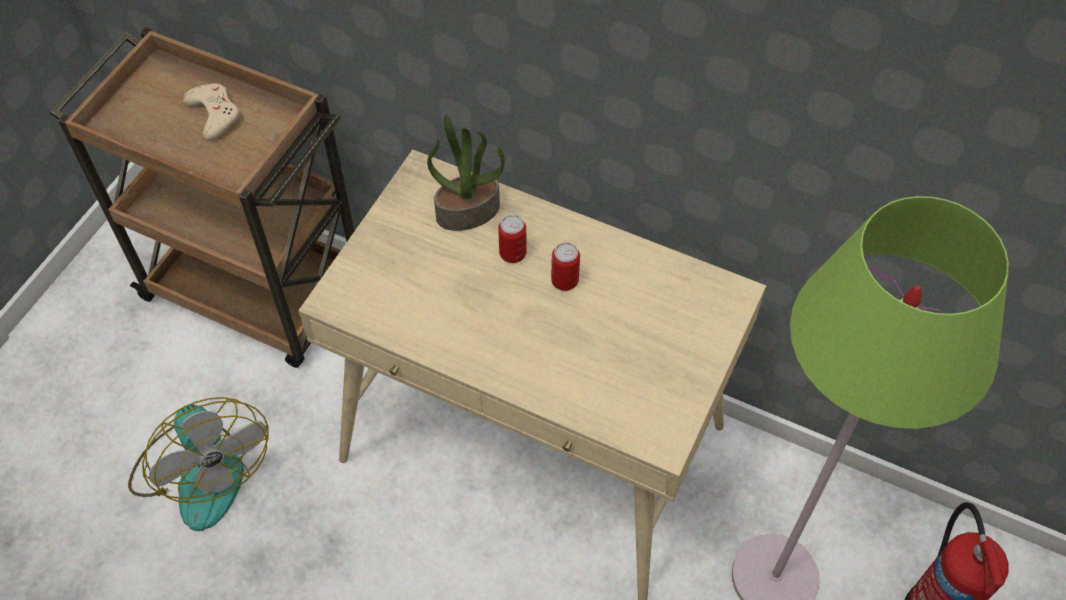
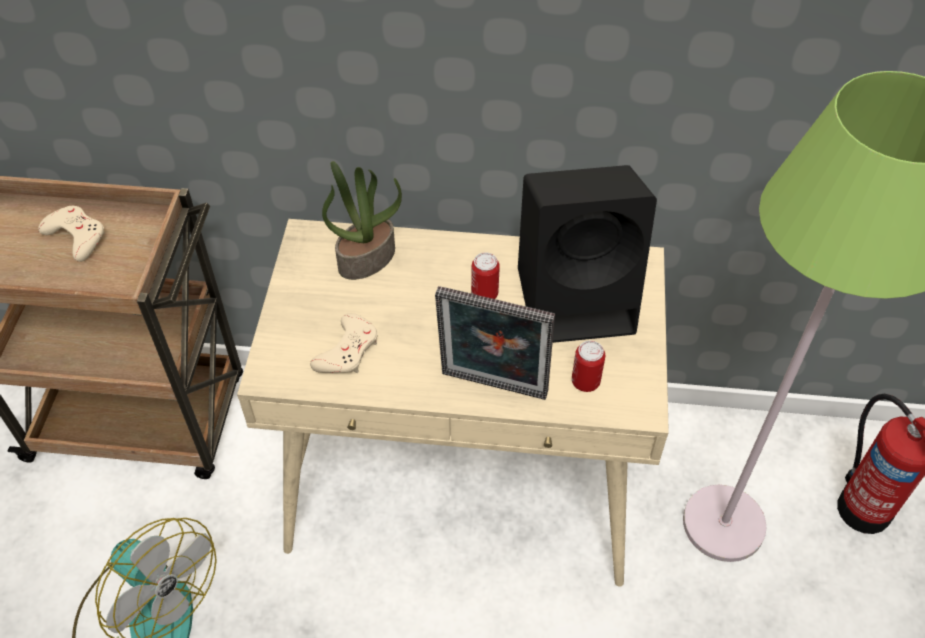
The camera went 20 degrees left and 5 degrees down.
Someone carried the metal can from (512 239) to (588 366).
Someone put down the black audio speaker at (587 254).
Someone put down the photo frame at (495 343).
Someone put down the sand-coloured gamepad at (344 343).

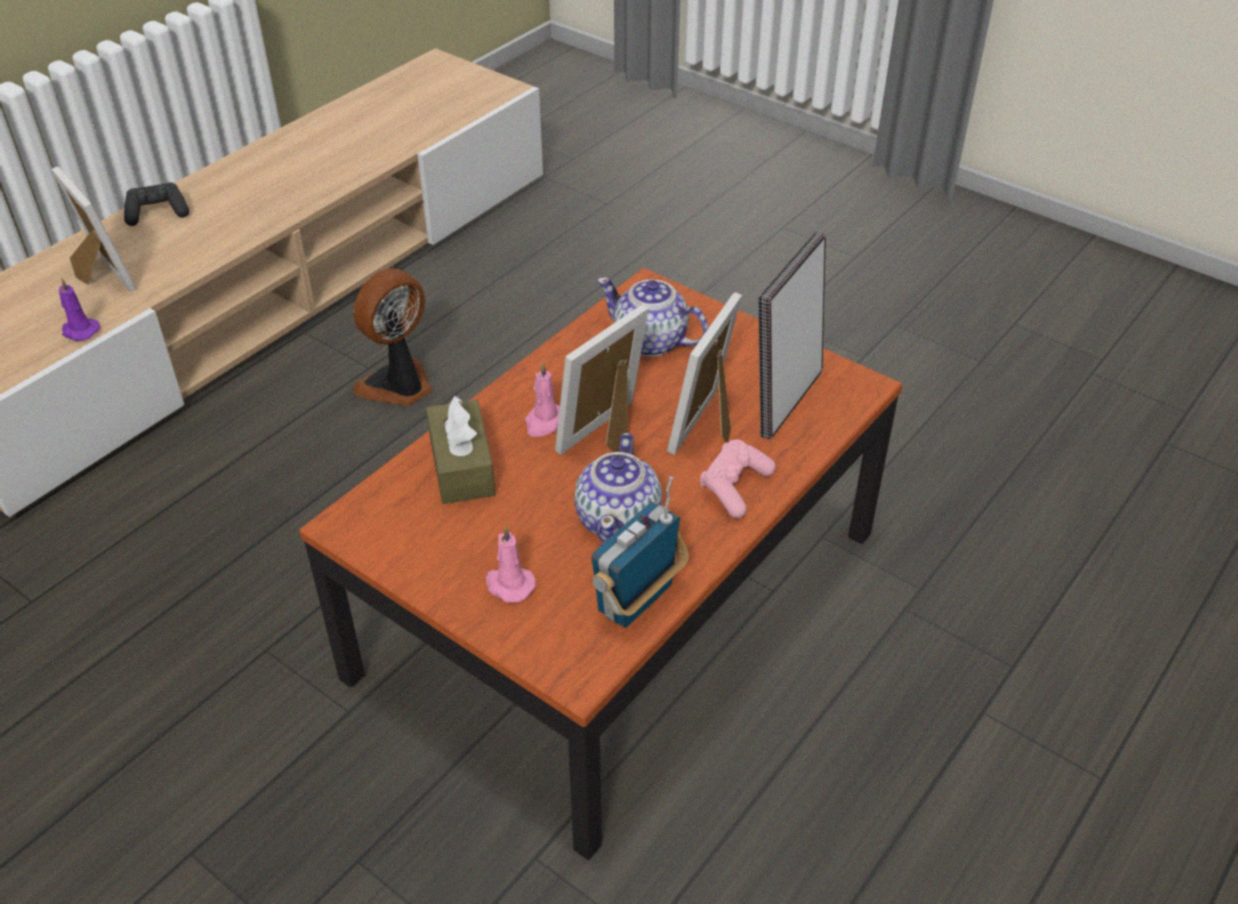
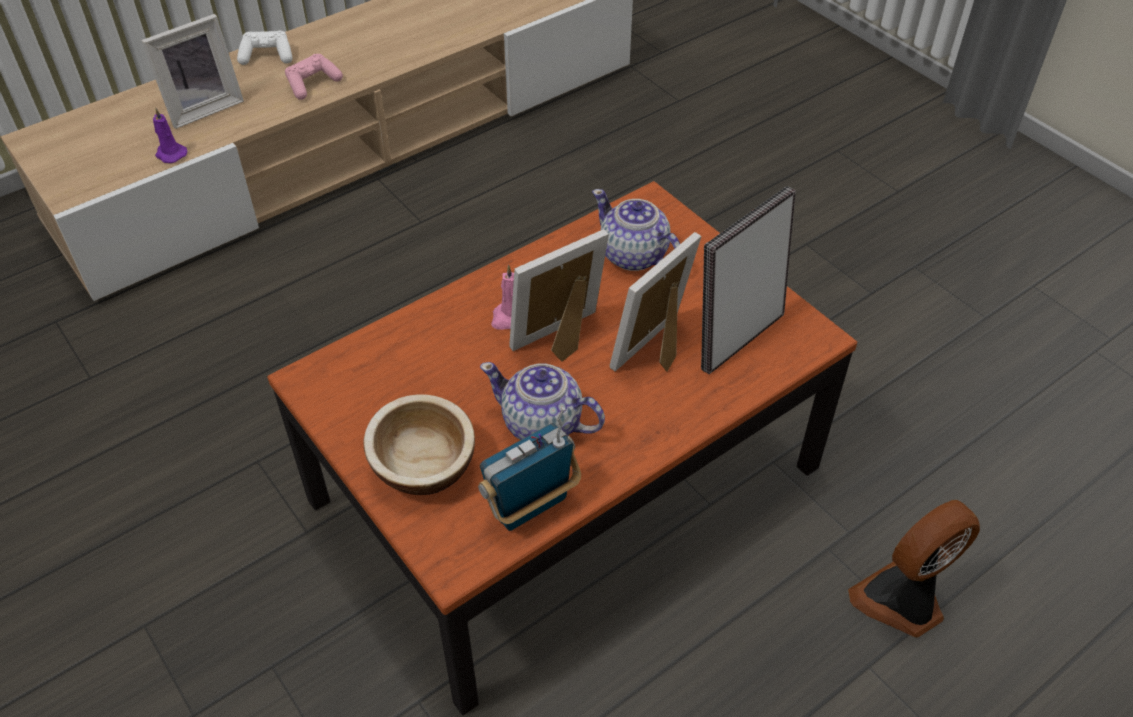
The camera went 15 degrees right and 5 degrees up.
Someone rotated the photo frame at (93 229) by 75 degrees clockwise.
Someone repainted the black gamepad at (156 204), which became the white gamepad at (265 48).
Someone carried the cooling fan from (392 337) to (914 569).
Someone took away the brown-coloured box of tissues at (461 449).
Someone rotated the teapot at (618 488) by 90 degrees clockwise.
Someone carried the pink gamepad from (738 479) to (314 77).
Someone swapped the pink wax light at (511 564) for the bowl at (419 444).

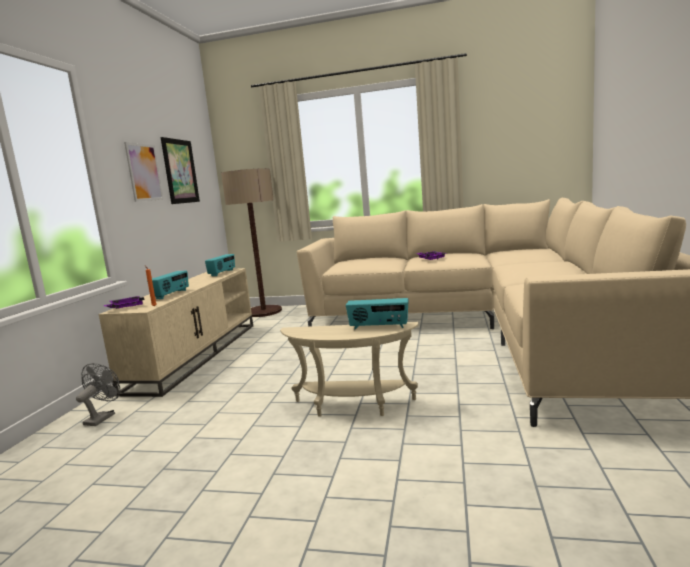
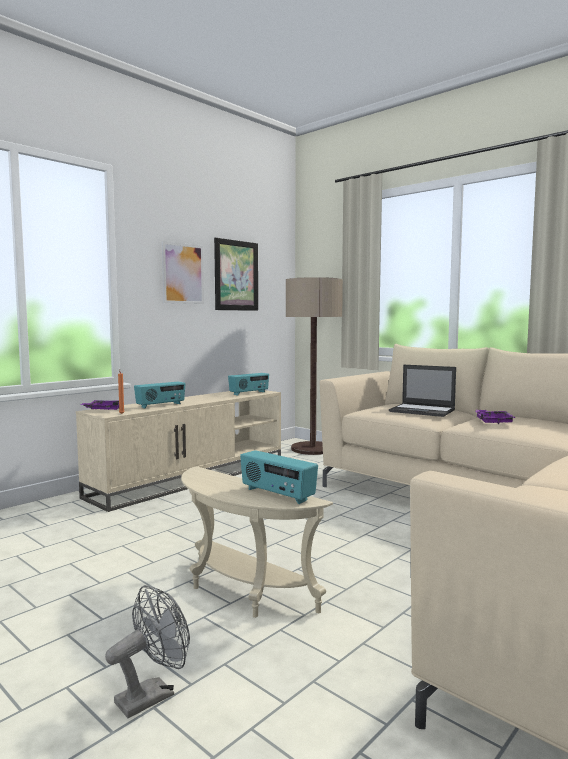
The camera went 30 degrees right and 5 degrees down.
Someone carried the grey cooling fan from (98 394) to (147 651).
Someone put down the laptop at (422 391).

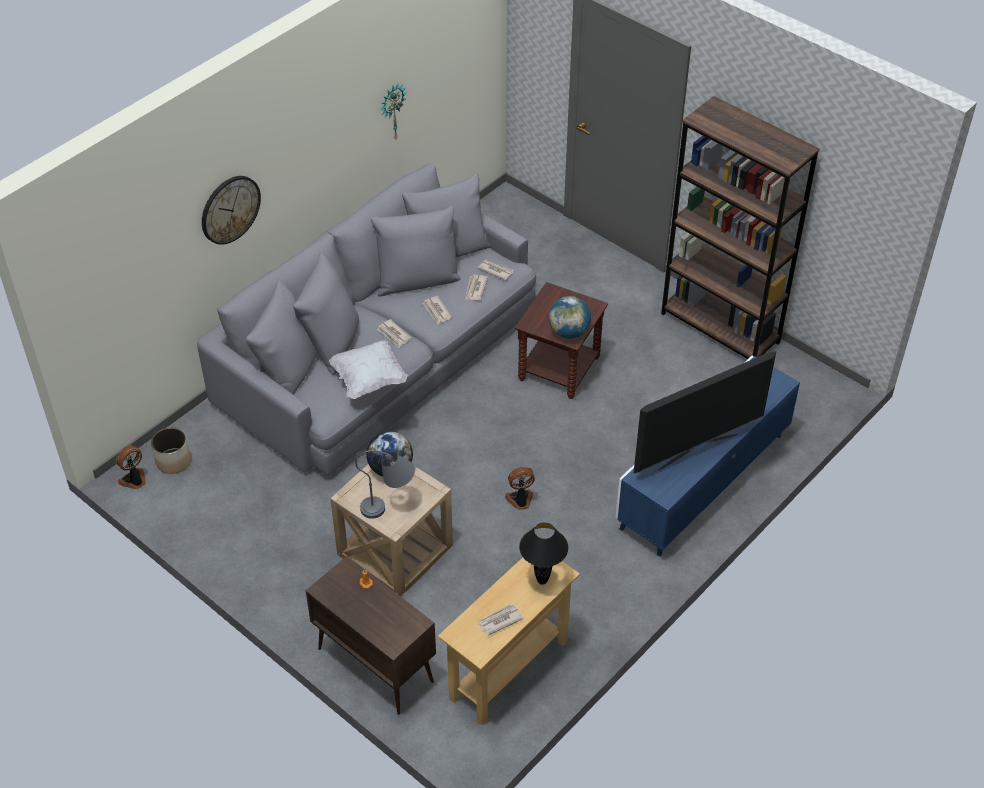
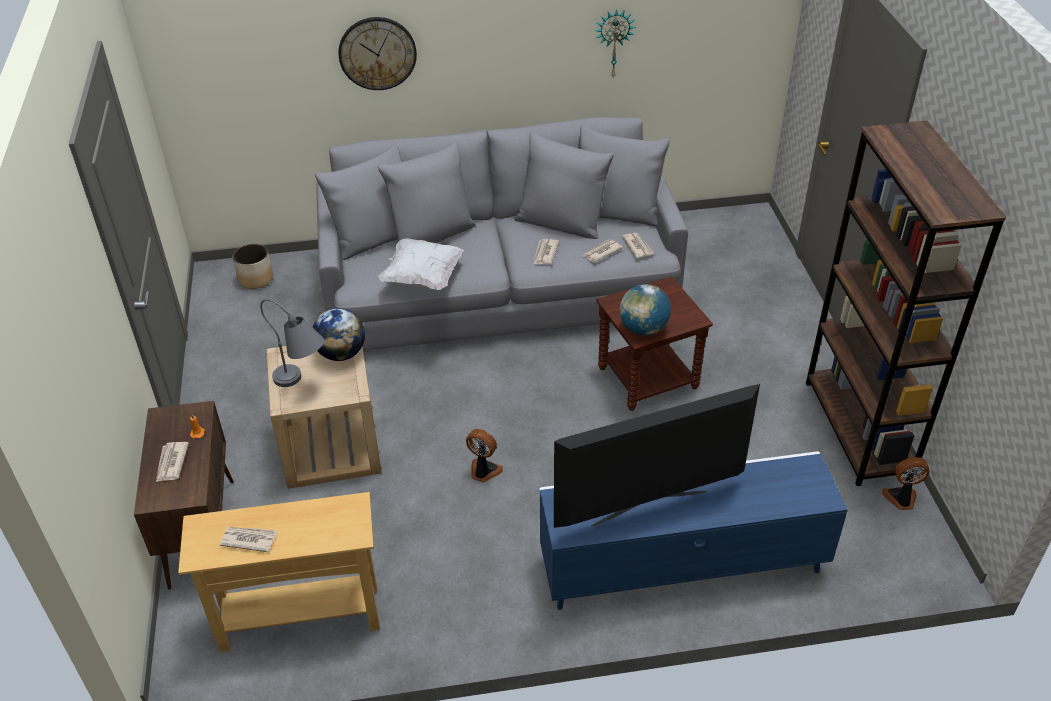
The camera went 40 degrees right and 5 degrees down.
Someone carried the newspaper from (394 333) to (172 462).
Someone rotated the television at (704 412) by 150 degrees clockwise.
Someone carried the cooling fan from (131 467) to (906 483).
Someone took away the black table lamp at (543 554).

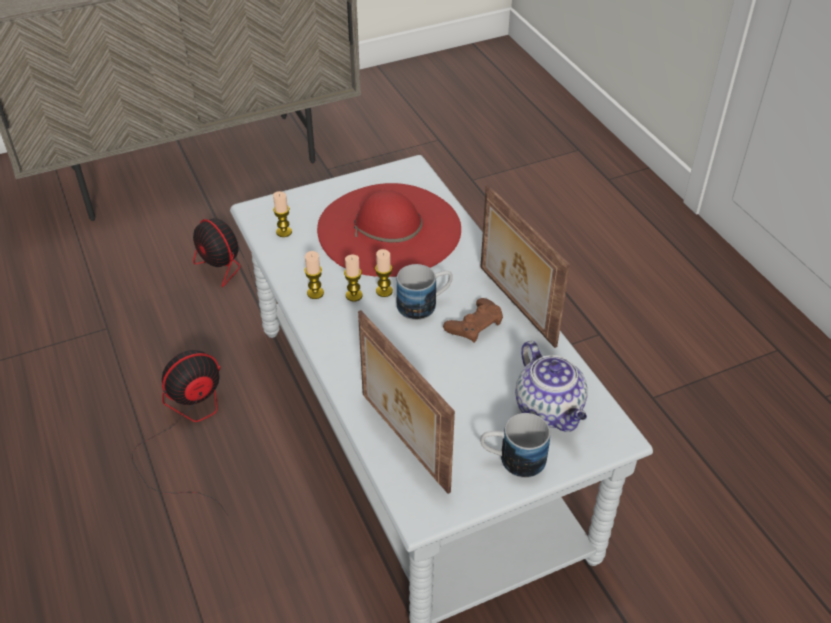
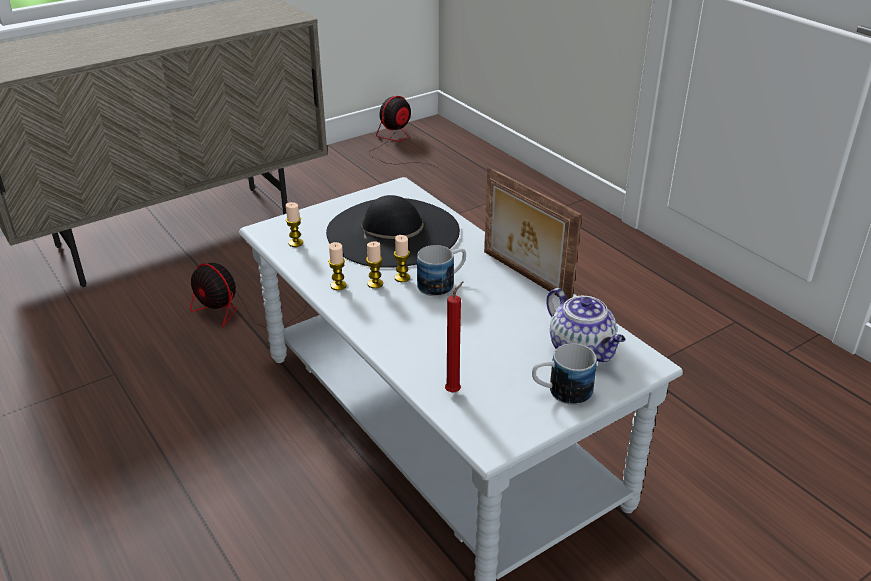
The camera went 10 degrees left and 10 degrees down.
Someone repainted the reddish wearable hat at (389 230), which became the black wearable hat at (393 231).
Someone took away the brown-coloured gamepad at (473 320).
Someone swapped the photo frame at (406 402) for the reddish wax light at (454 336).
Someone carried the cooling fan from (180 433) to (403 132).

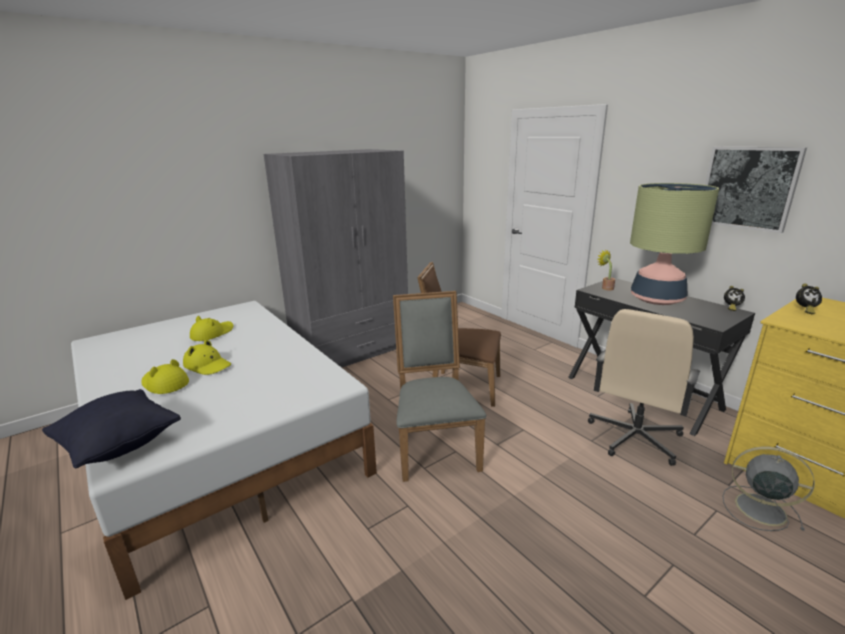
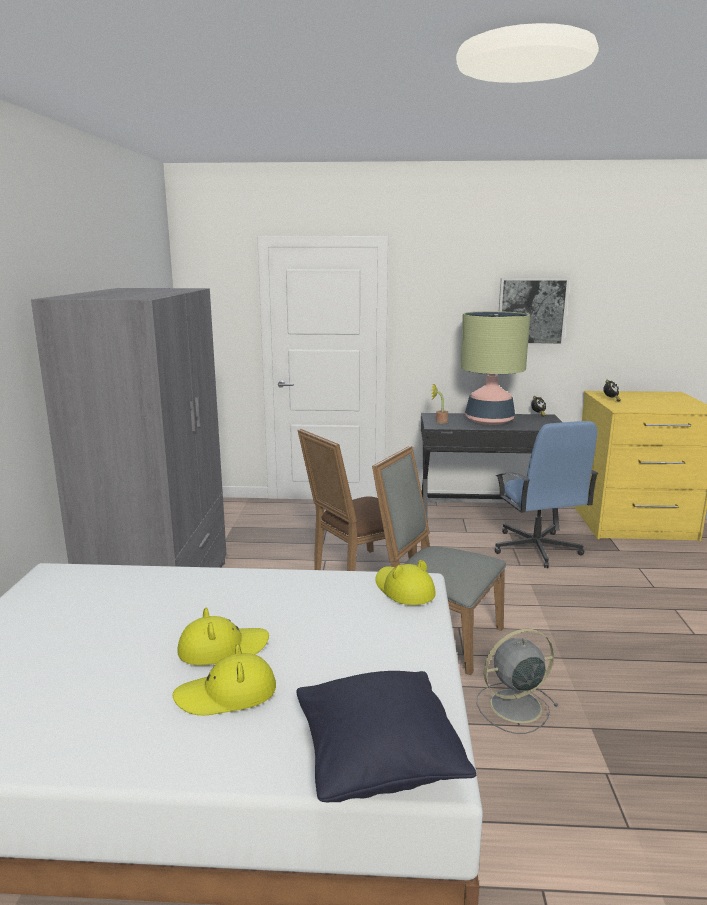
The camera went 50 degrees left and 5 degrees down.
Someone repainted the sand-coloured desk chair at (644 387), which became the blue-coloured desk chair at (547 494).
Someone carried the yellow-coloured wearable hat from (211 328) to (405 582).
Someone carried the grey cooling fan from (769 489) to (518 681).

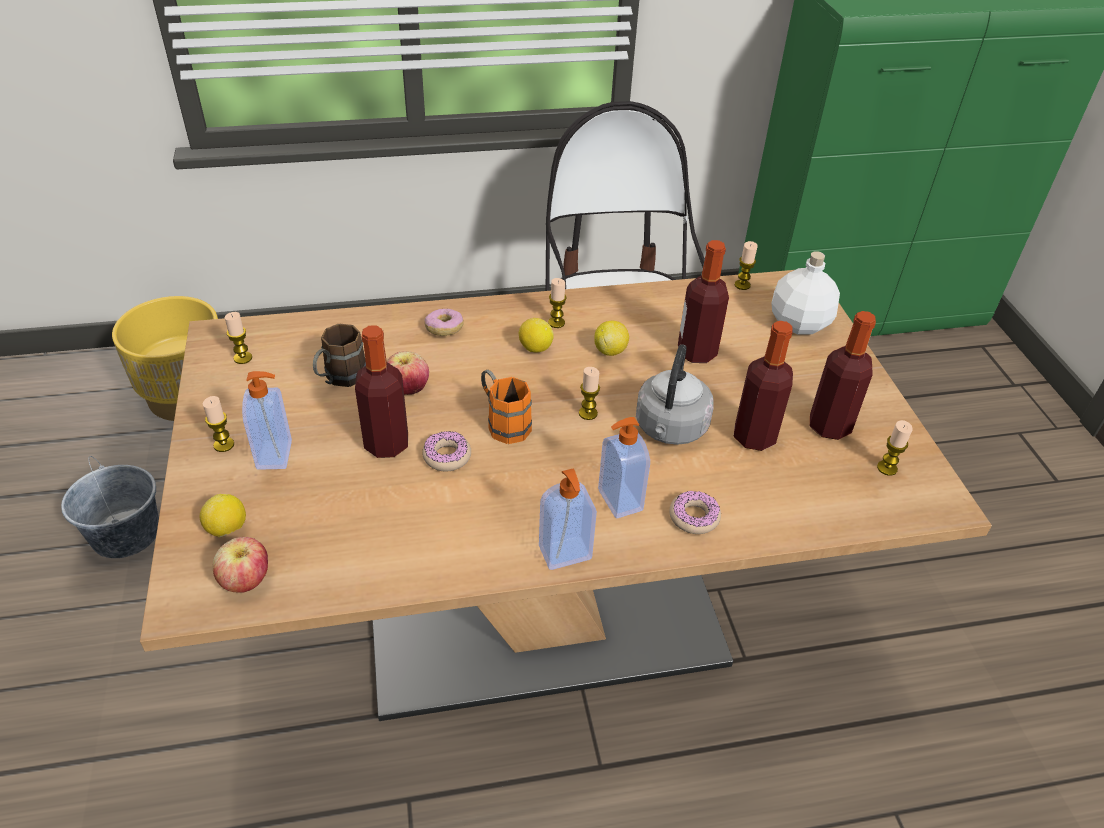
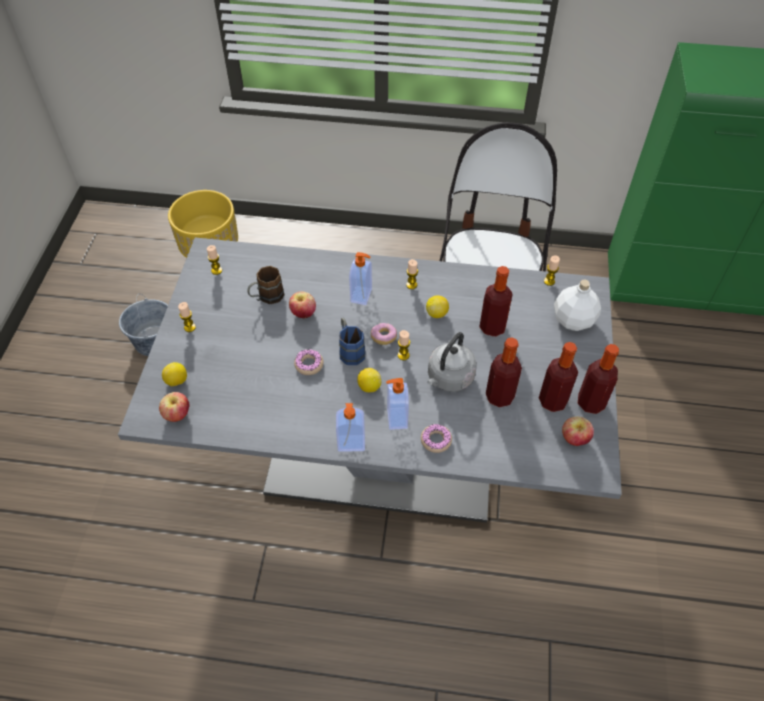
The camera went 20 degrees right and 10 degrees up.
Someone repainted the brown-coloured dinner table at (566 495), which became the grey dinner table at (370 380).
Someone carried the donut from (444 322) to (384 334).
Someone carried the citrus fruit from (536 335) to (369 380).
Someone carried the bottle from (381 391) to (598 379).
Someone repainted the orange mug at (506 407), which became the blue-coloured mug at (352 341).
Someone carried the liquid soap bottle from (267 420) to (360 278).
Someone swapped the wax light at (895 448) for the whole apple at (578 431).

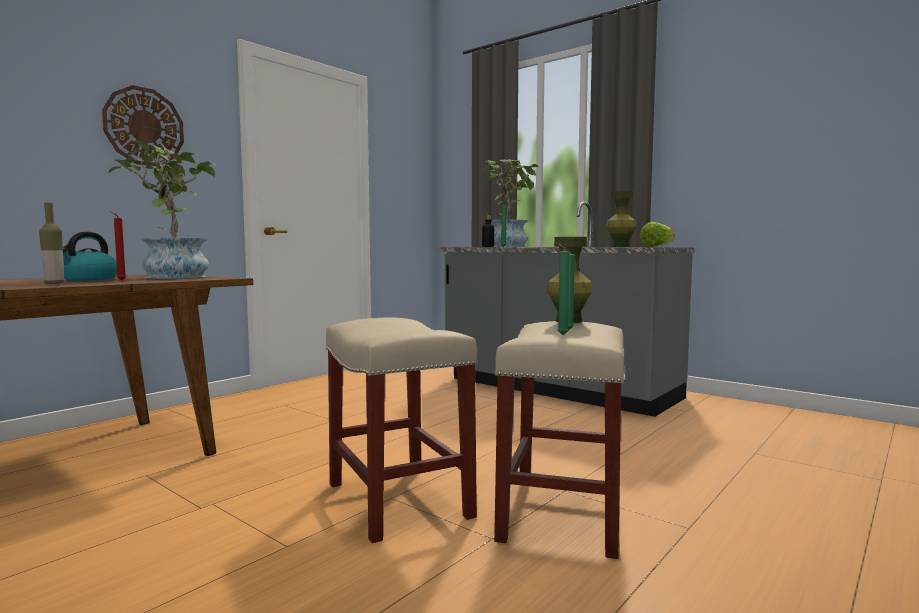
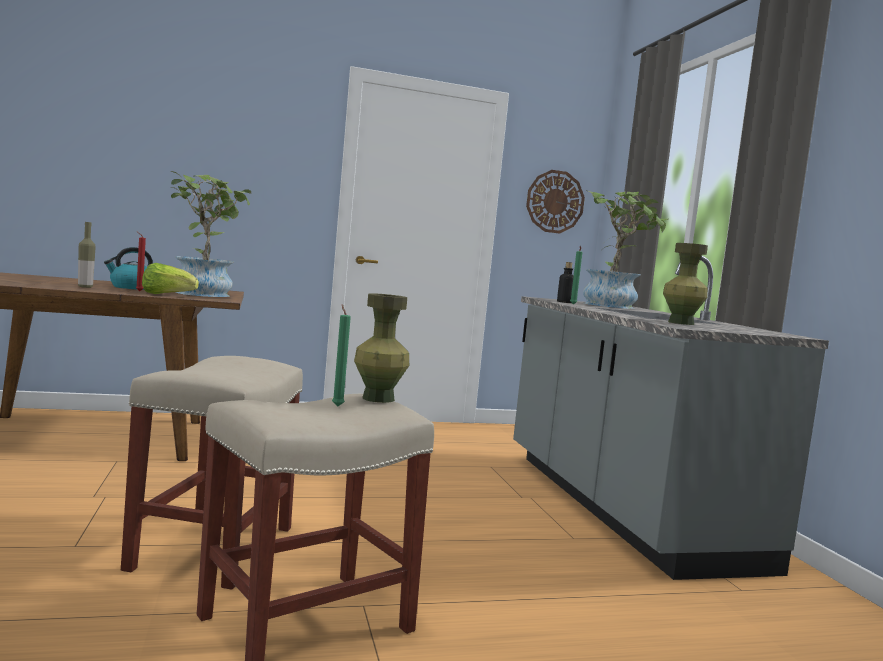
The camera went 35 degrees right and 0 degrees up.
Someone carried the wall clock from (143 125) to (555 201).
Someone carried the lettuce head from (657 234) to (170 278).
Someone took away the green wax light at (562 288).

